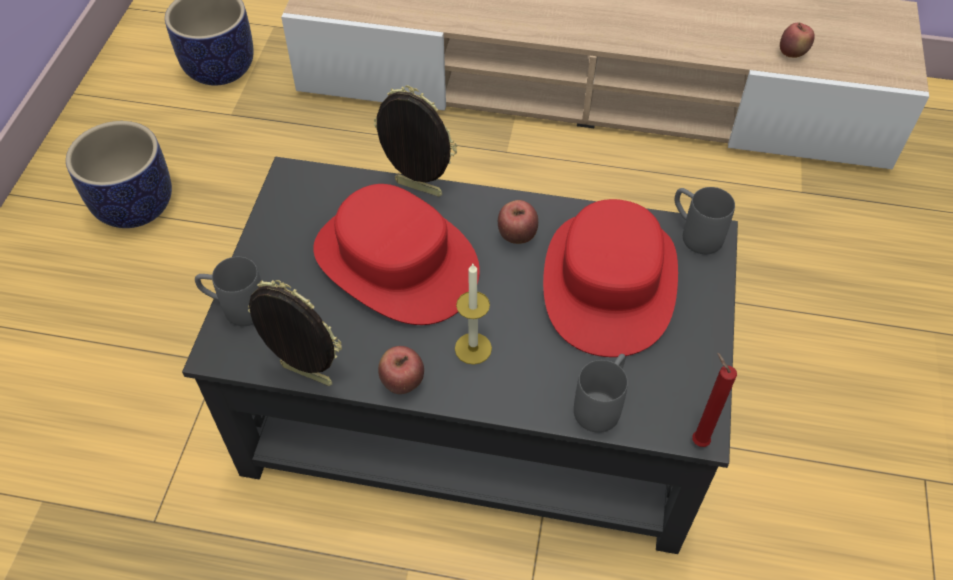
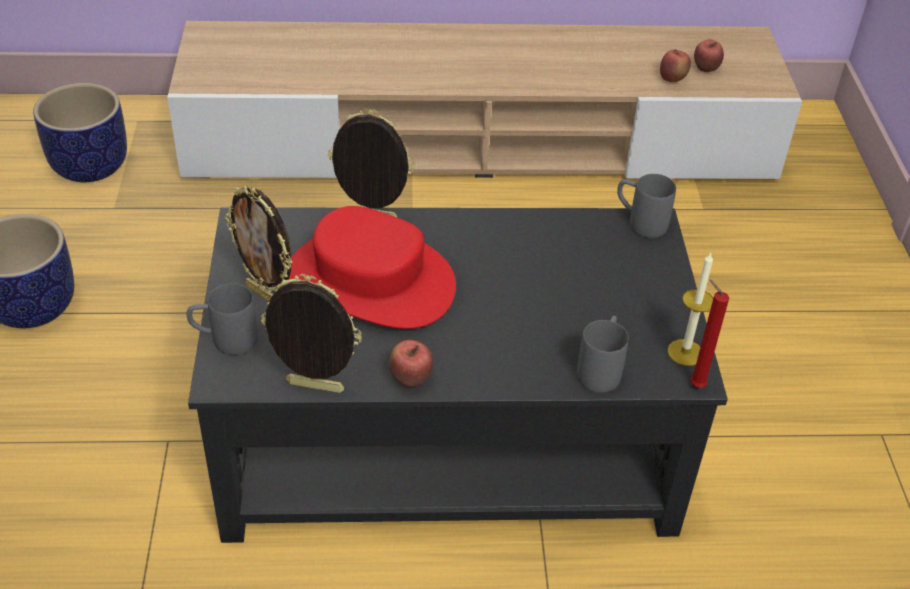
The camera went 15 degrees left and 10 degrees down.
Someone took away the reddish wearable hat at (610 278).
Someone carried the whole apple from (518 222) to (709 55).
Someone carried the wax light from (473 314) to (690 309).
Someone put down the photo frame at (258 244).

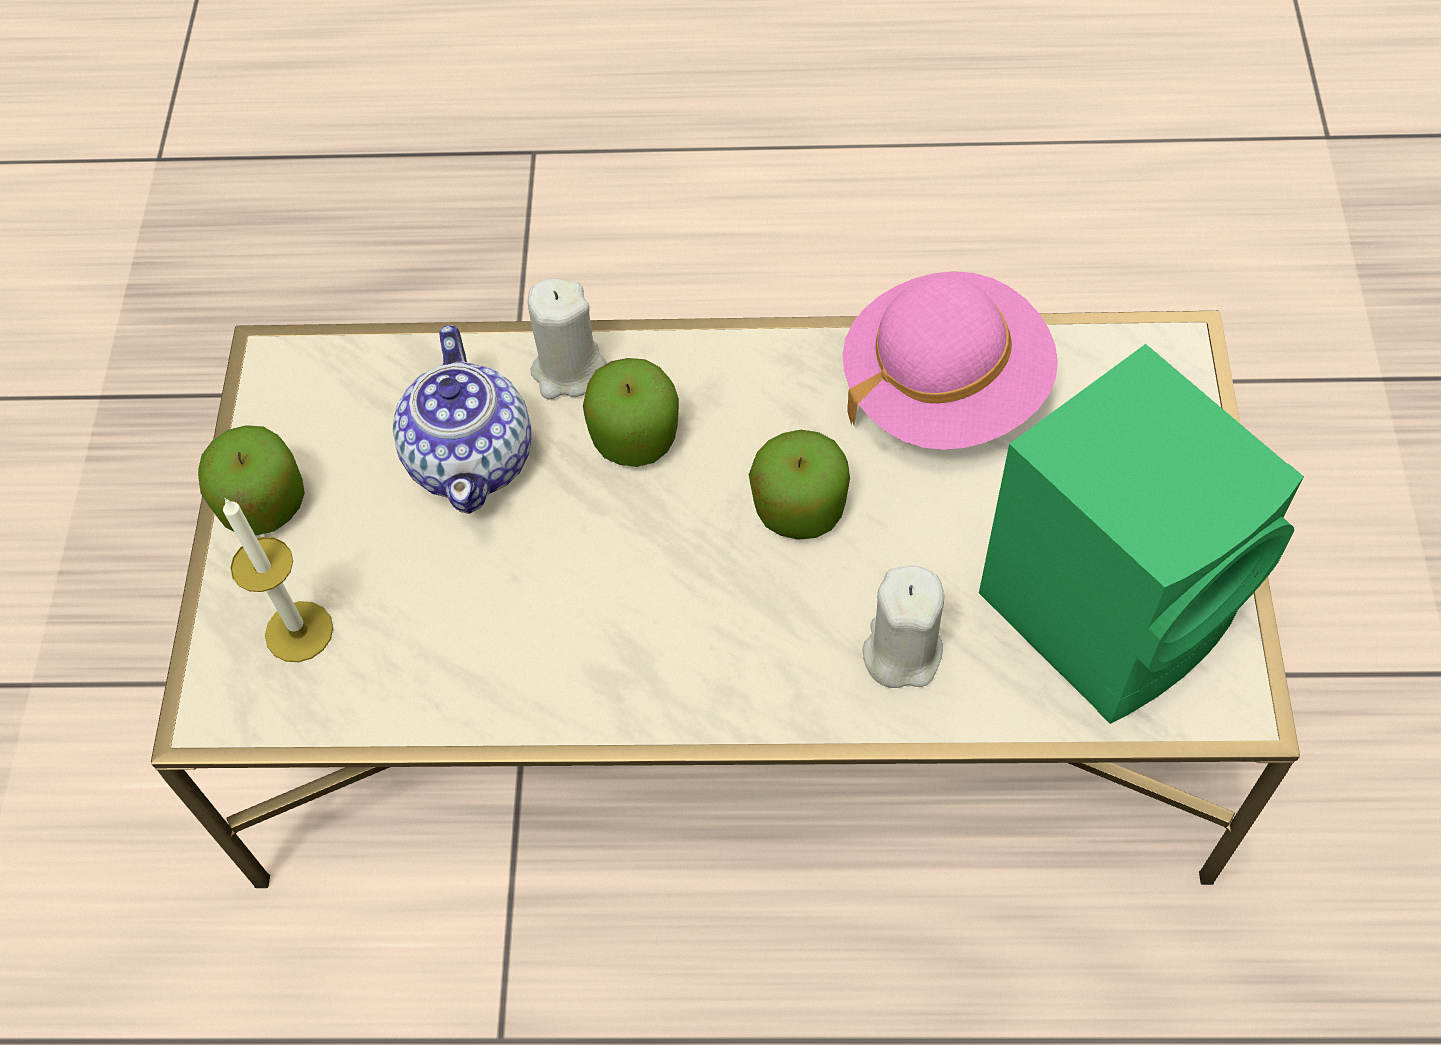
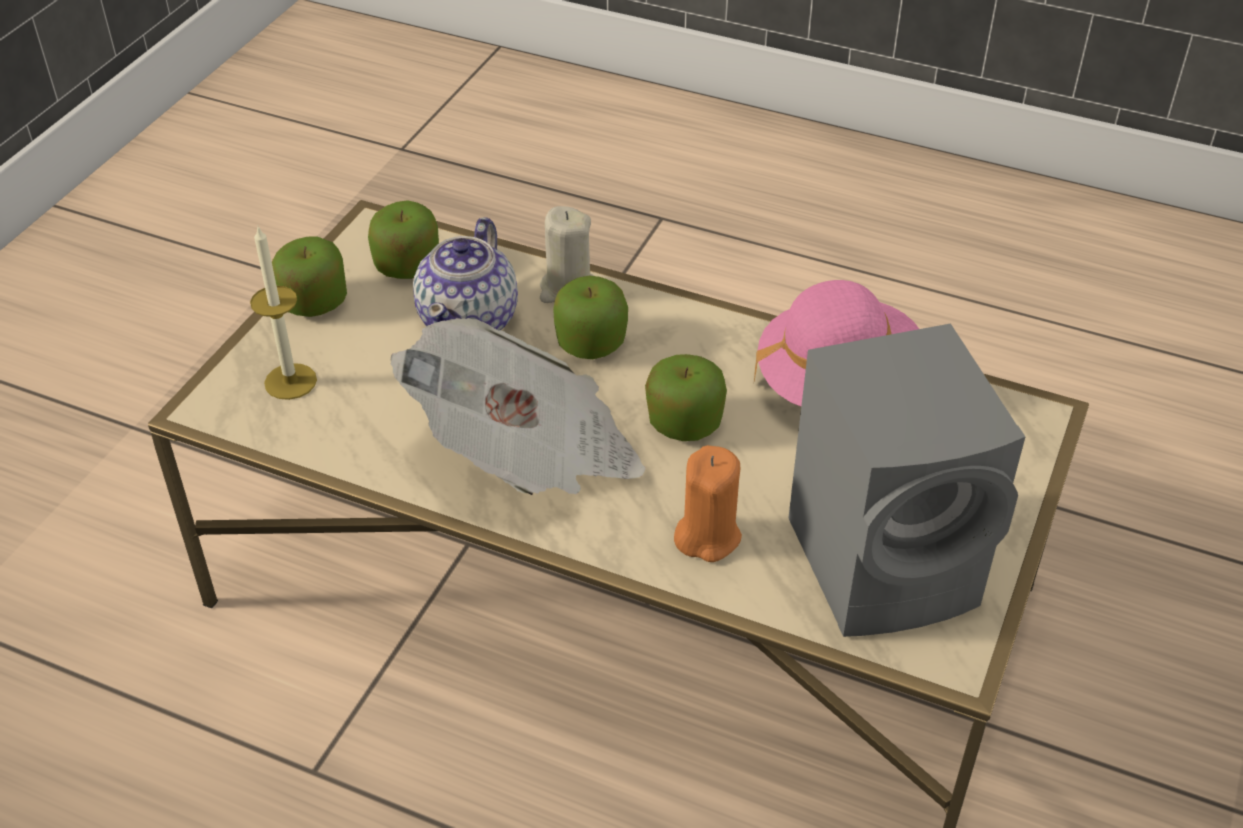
The camera went 20 degrees right and 15 degrees down.
Someone repainted the green audio speaker at (1141 534), which became the grey audio speaker at (906 480).
Someone repainted the sand-coloured wax light at (903 626), which became the orange wax light at (708 503).
Someone put down the whole apple at (403 239).
Someone put down the newspaper at (518 406).

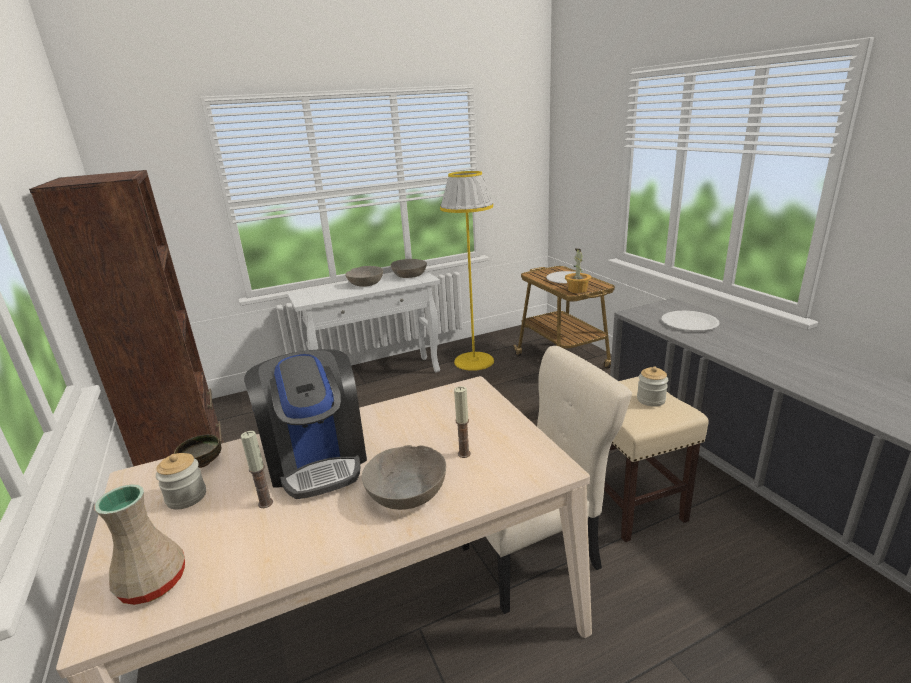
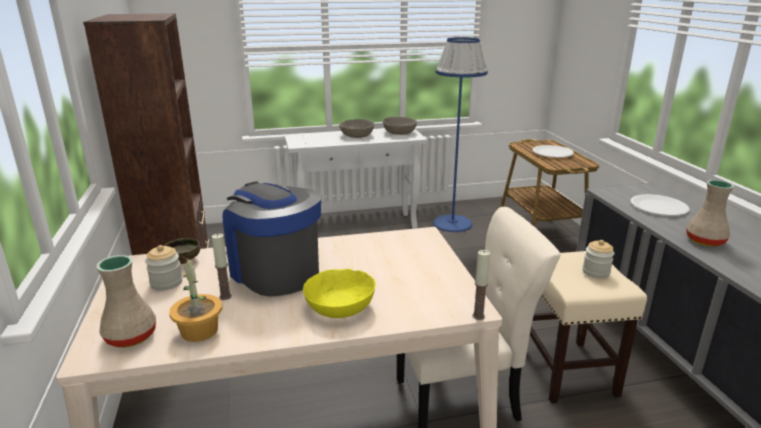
The camera went 10 degrees right and 0 degrees up.
Someone repainted the yellow-coloured standard lamp at (467 271), which became the blue-coloured standard lamp at (460 134).
Someone carried the plant in a pot from (578 271) to (195 299).
Someone rotated the coffee brewer at (305 424) by 150 degrees clockwise.
Someone carried the wax light from (462 422) to (481 285).
Someone repainted the grey bowl at (404 477), which became the yellow-coloured bowl at (339 293).
Someone put down the sand-coloured flower vase at (710 213).

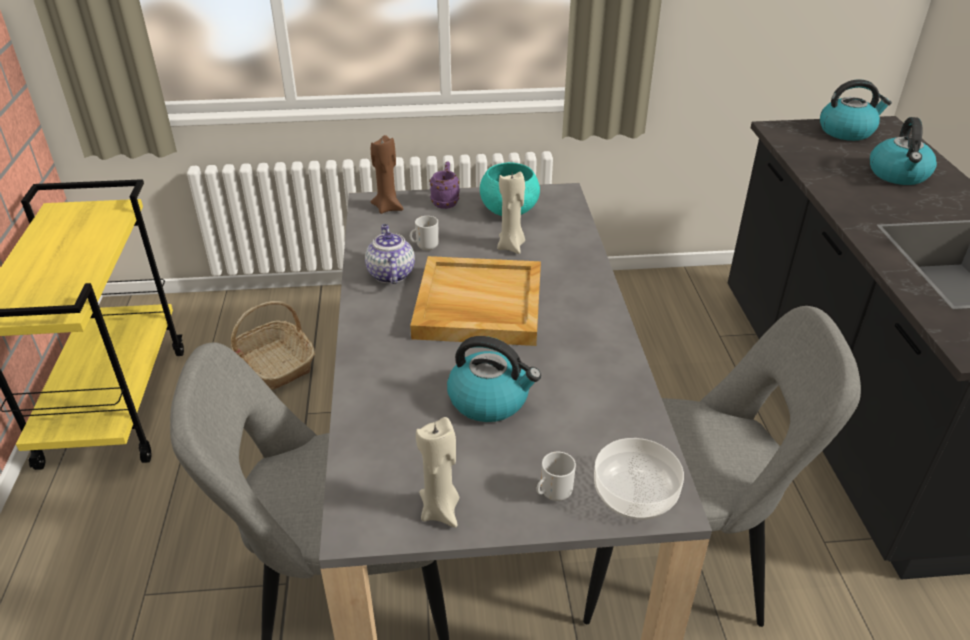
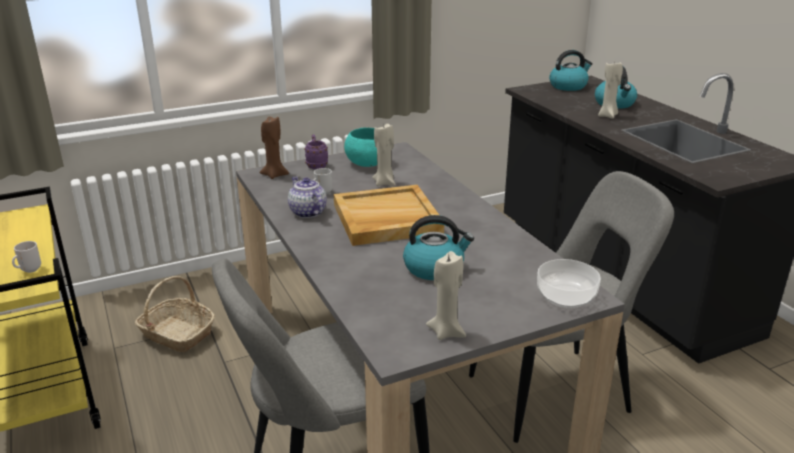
The camera went 20 degrees left and 10 degrees down.
Someone carried the mug from (556 476) to (26 257).
Someone put down the sand-coloured wax light at (610 90).

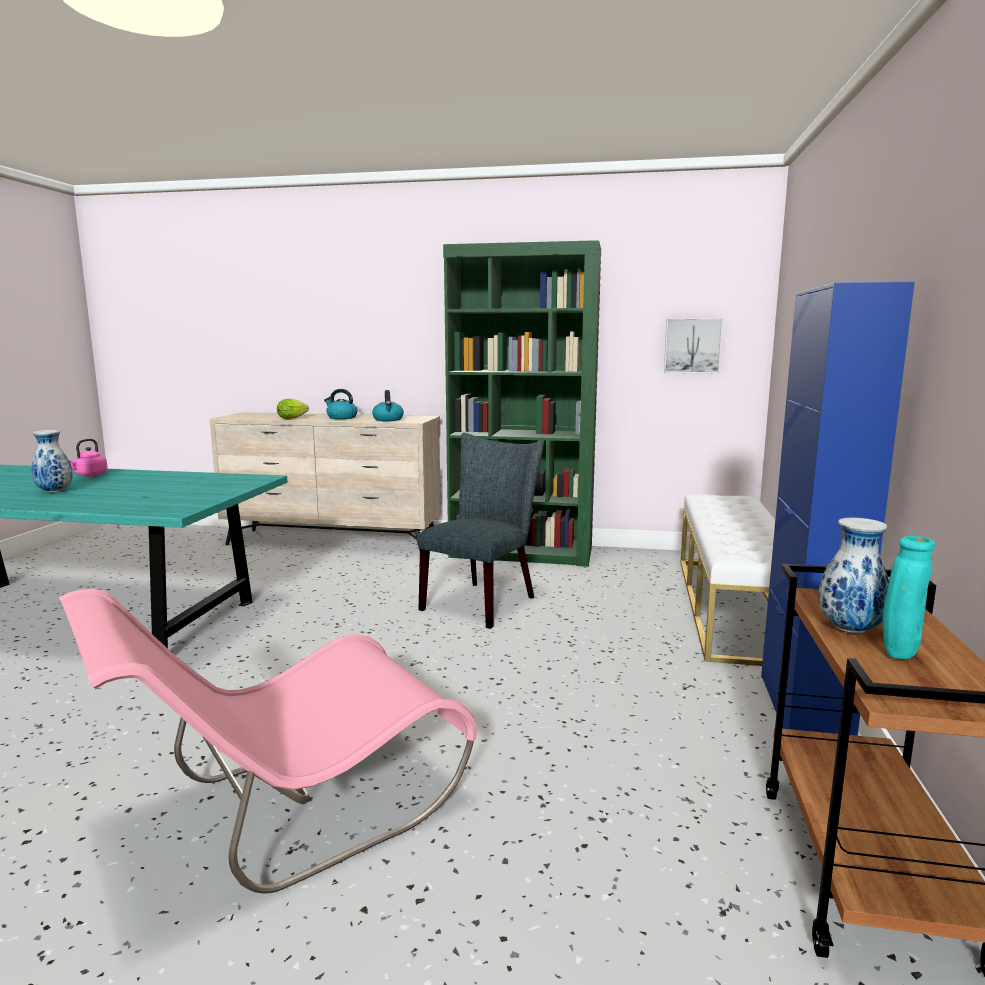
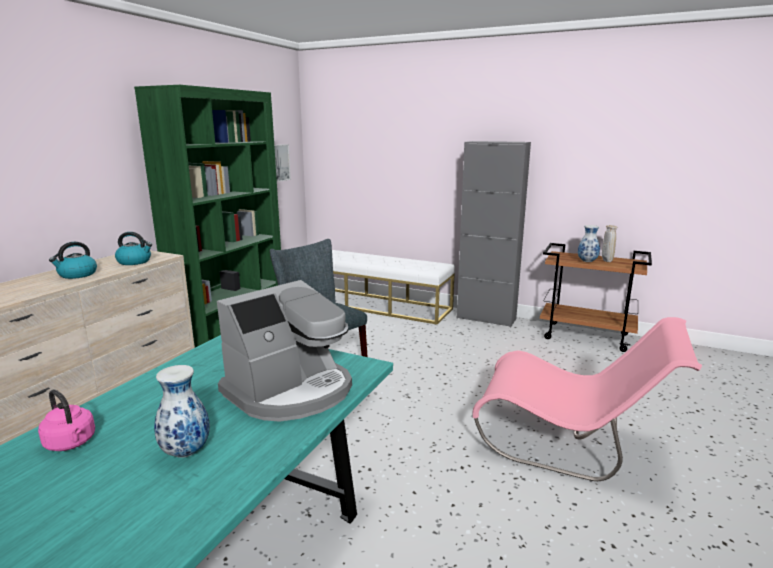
The camera went 75 degrees left and 5 degrees up.
Someone repainted the blue-coloured cupboard at (838 508), which became the grey cupboard at (494 234).
Someone took away the lettuce head at (293 409).
Someone repainted the turquoise-coloured flower vase at (909 598), which became the sand-coloured flower vase at (610 243).
Someone rotated the pink chair at (268 741) by 45 degrees counterclockwise.
Someone put down the coffee brewer at (284 351).

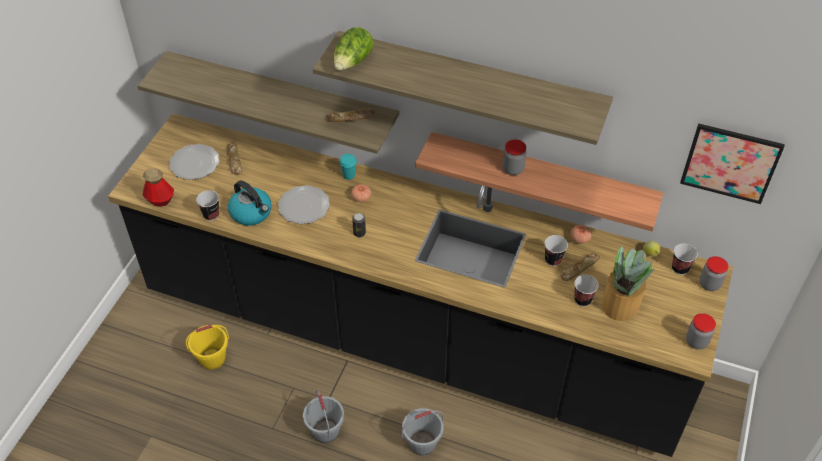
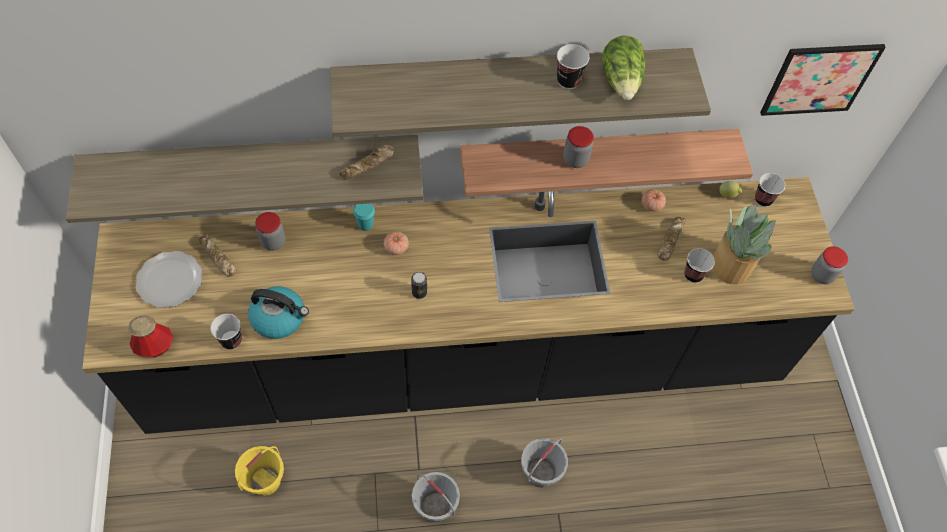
The camera went 30 degrees left and 10 degrees up.
Someone carried the lettuce head from (354 49) to (624 68).
Someone took away the flat dish at (304 204).
Someone carried the drinking cup from (556 250) to (573 66).
Someone carried the jar from (714 273) to (270 231).

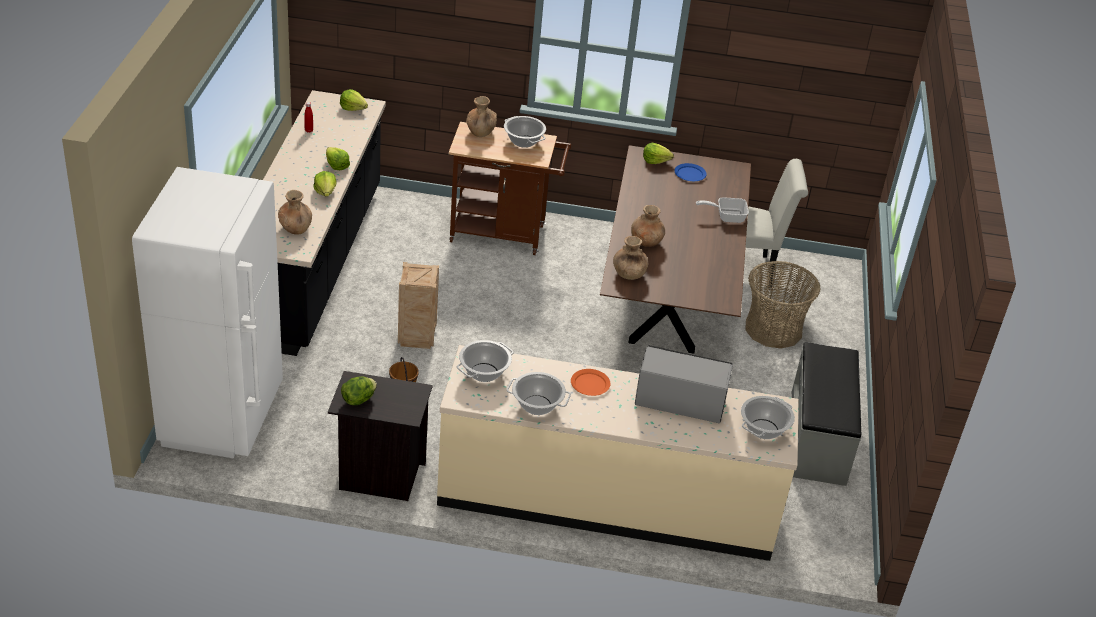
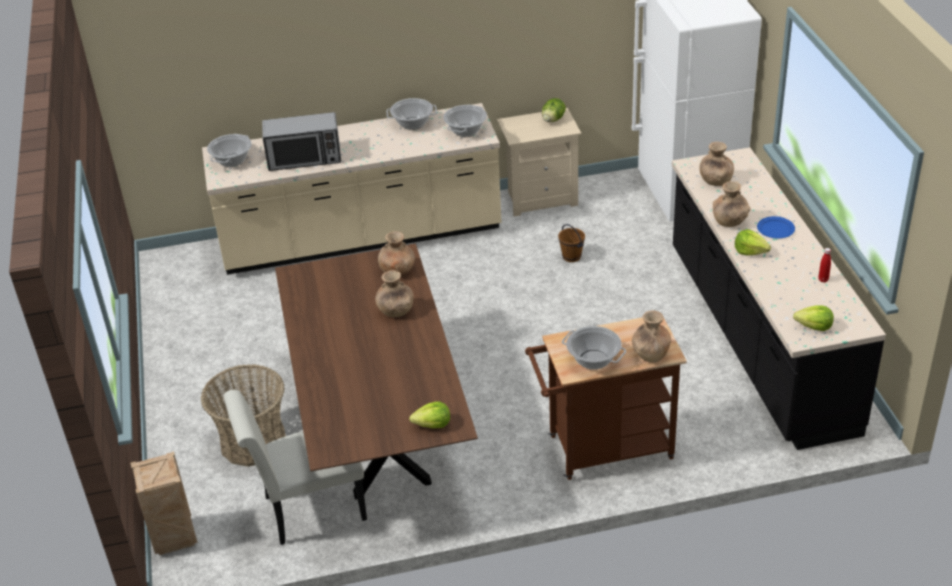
The camera went 165 degrees right and 0 degrees up.
Someone carried the blue-coloured flat dish from (691 172) to (776 227).
Someone swapped the lettuce head at (325 183) for the brown-coloured flower vase at (732 204).
Someone took away the frying pan at (722 210).
Someone carried the crate from (418 305) to (164 503).
Someone took away the grey bench at (826 414).
Someone took away the orange flat dish at (591 382).
Someone repainted the black bedside table at (380 436), which became the sand-coloured bedside table at (539 162).

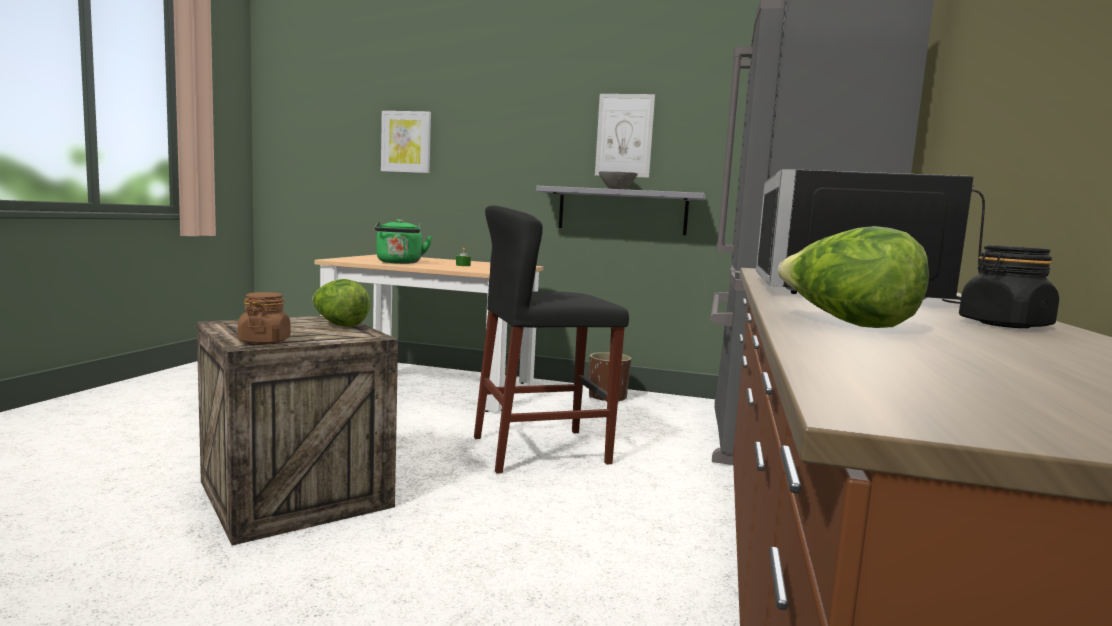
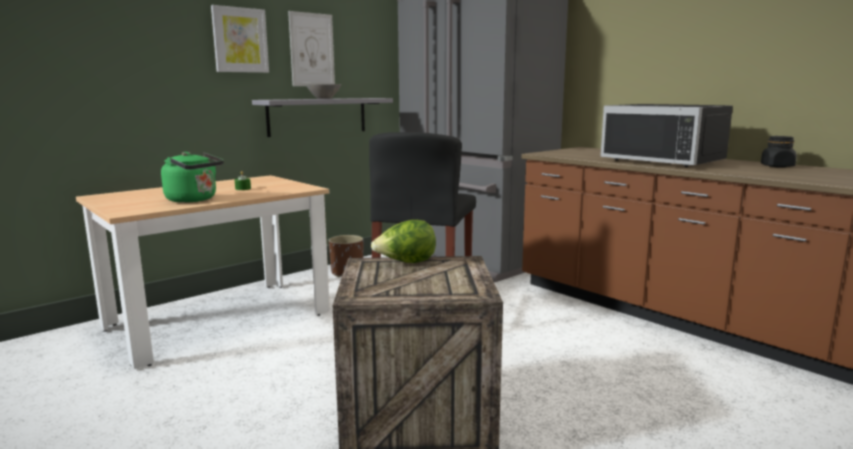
The camera went 55 degrees left and 5 degrees up.
Someone carried the wall art from (406 142) to (240 39).
Someone took away the lettuce head at (853 277).
Someone took away the brown-coloured jar at (264 318).

